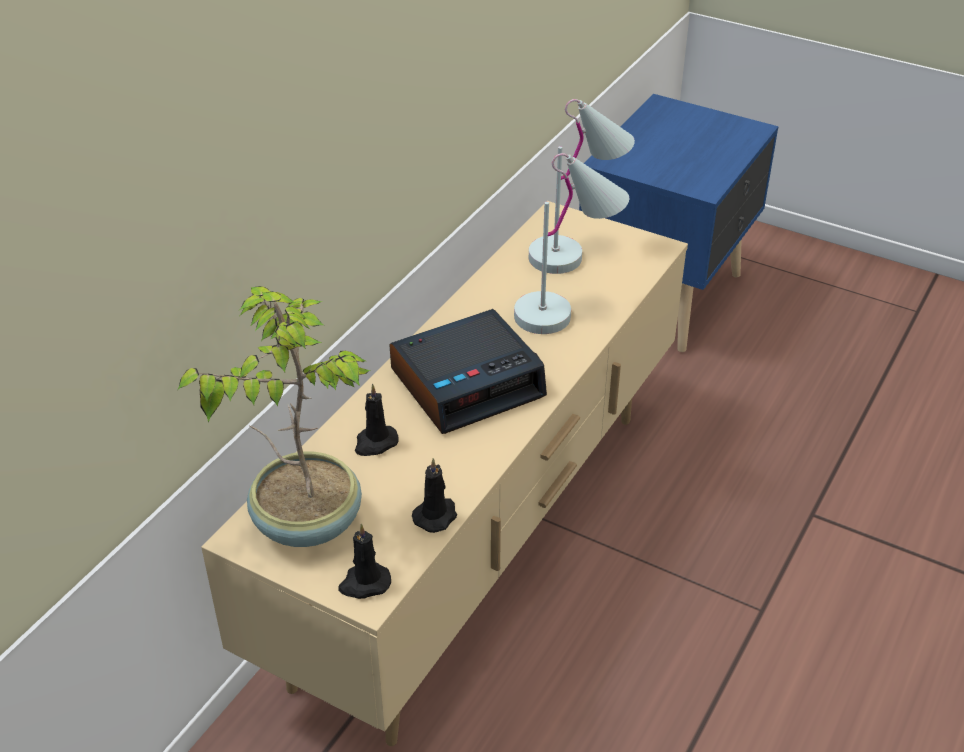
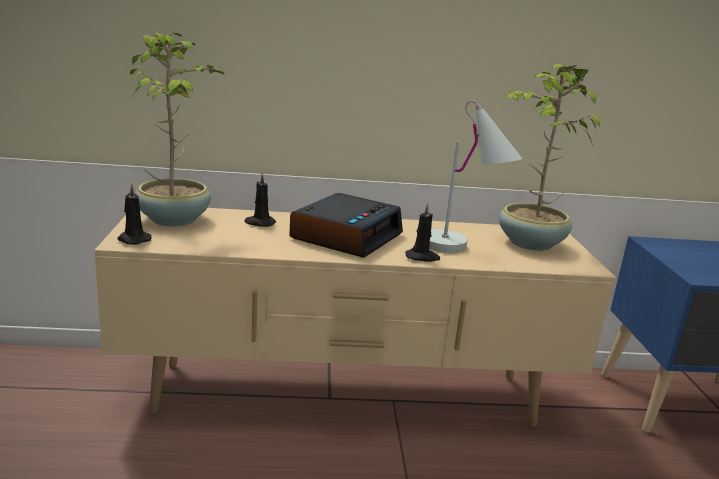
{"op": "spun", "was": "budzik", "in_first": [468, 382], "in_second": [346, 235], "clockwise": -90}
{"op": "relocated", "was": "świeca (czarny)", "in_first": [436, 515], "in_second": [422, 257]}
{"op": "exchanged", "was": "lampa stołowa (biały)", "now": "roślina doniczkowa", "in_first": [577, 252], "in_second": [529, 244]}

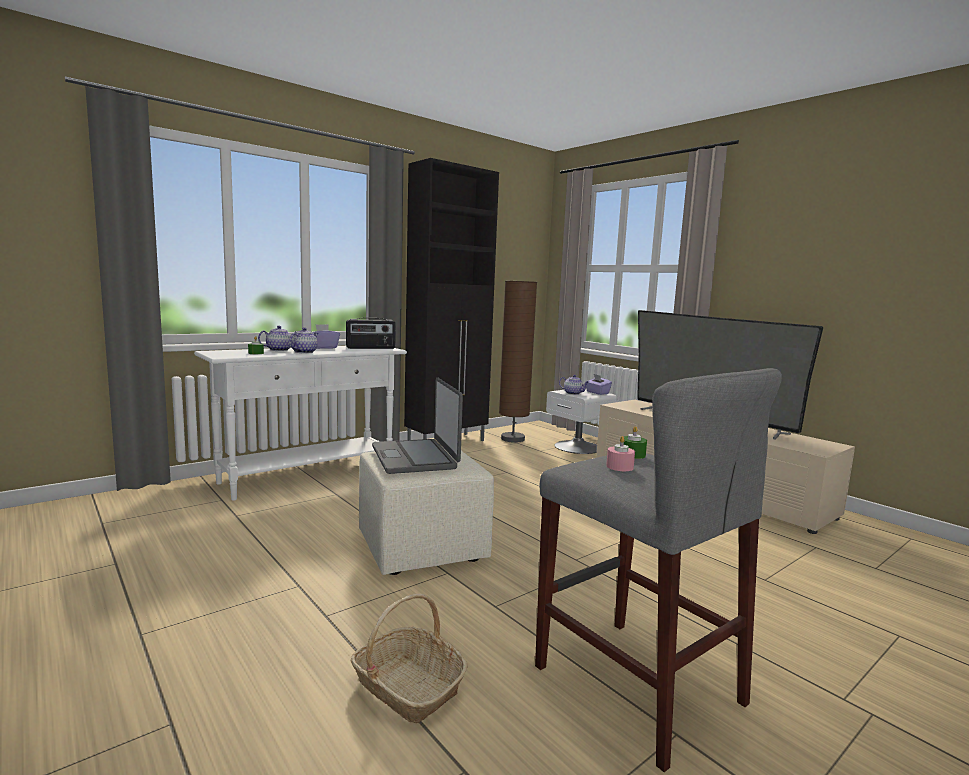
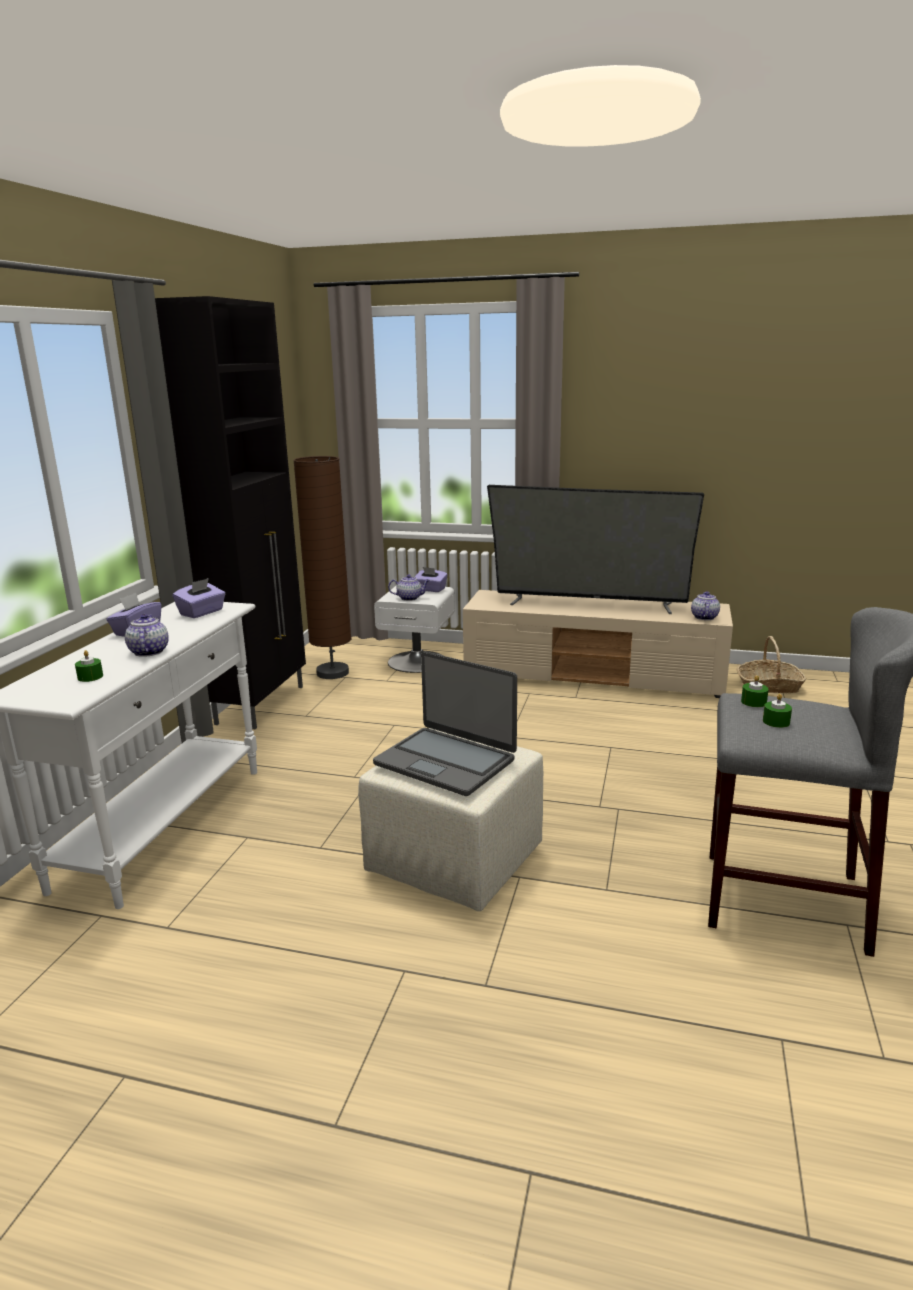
{"op": "relocated", "was": "imbryk", "in_first": [279, 350], "in_second": [704, 617]}
{"op": "exchanged", "was": "radio", "now": "pudełko chusteczek (fioletowy)", "in_first": [370, 348], "in_second": [202, 612]}
{"op": "relocated", "was": "koszyk", "in_first": [407, 686], "in_second": [769, 686]}
{"op": "colour", "was": "świeca (różowy)", "now": "świeca (zielony)", "in_first": [619, 467], "in_second": [776, 722]}

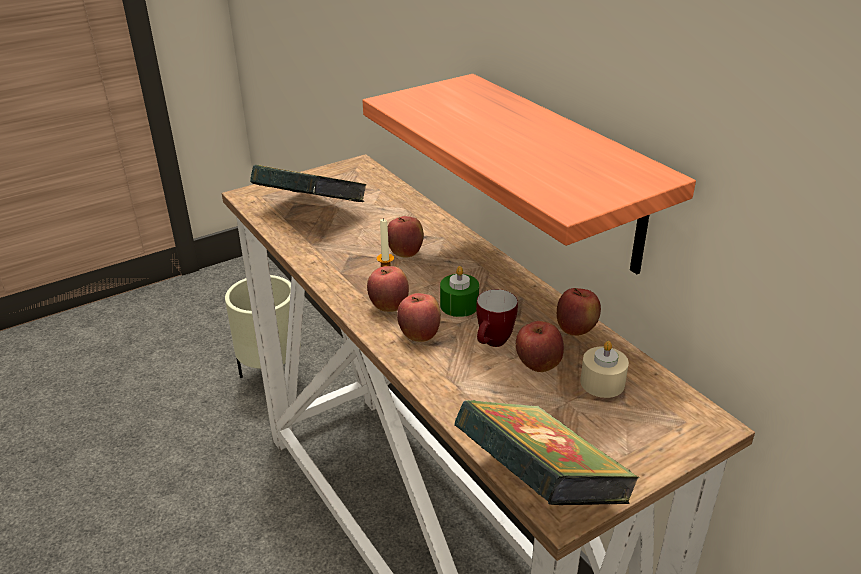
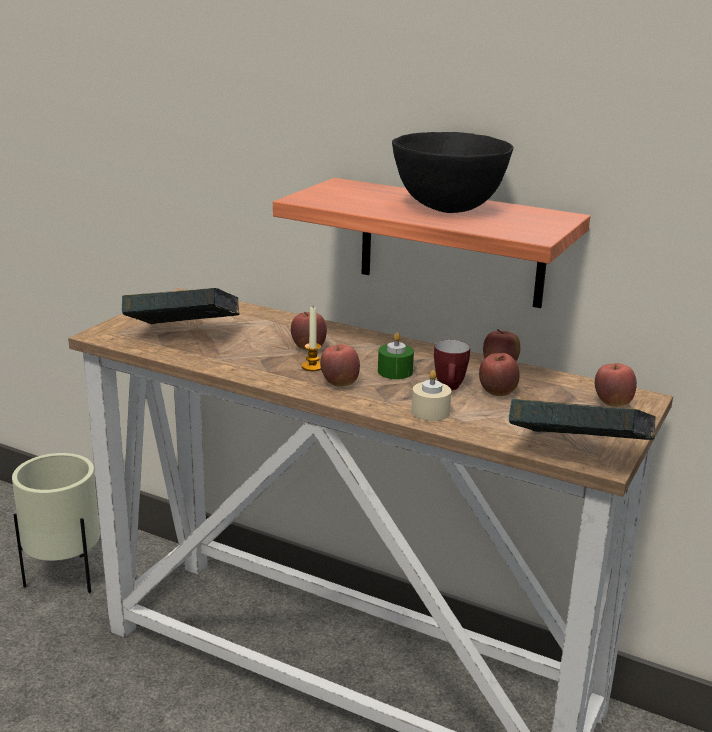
{"op": "relocated", "was": "jabłko", "in_first": [419, 335], "in_second": [612, 403]}
{"op": "relocated", "was": "świeca (beżowy)", "in_first": [602, 383], "in_second": [430, 412]}
{"op": "appeared", "now": "miska (czarny)", "in_second": [449, 209]}

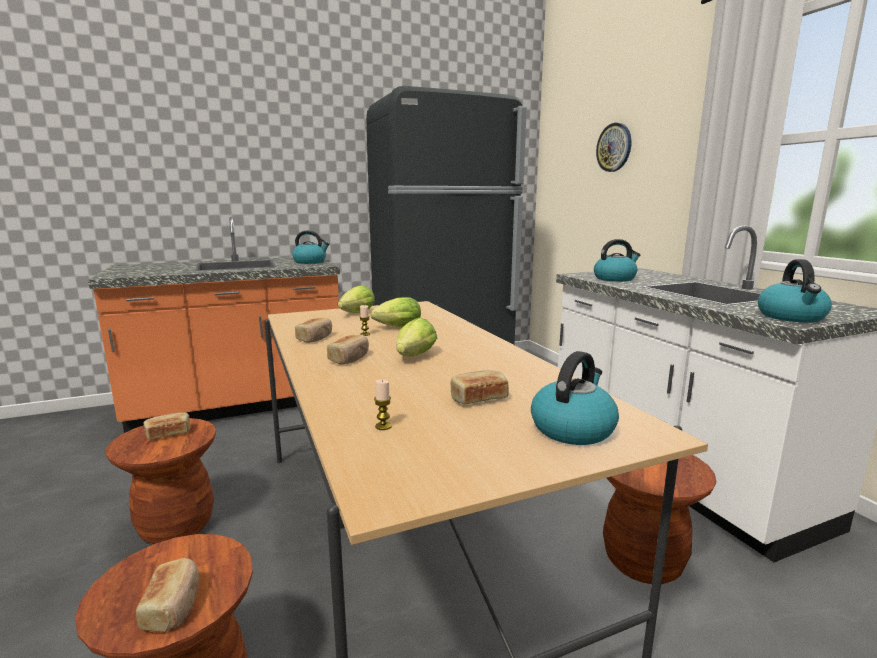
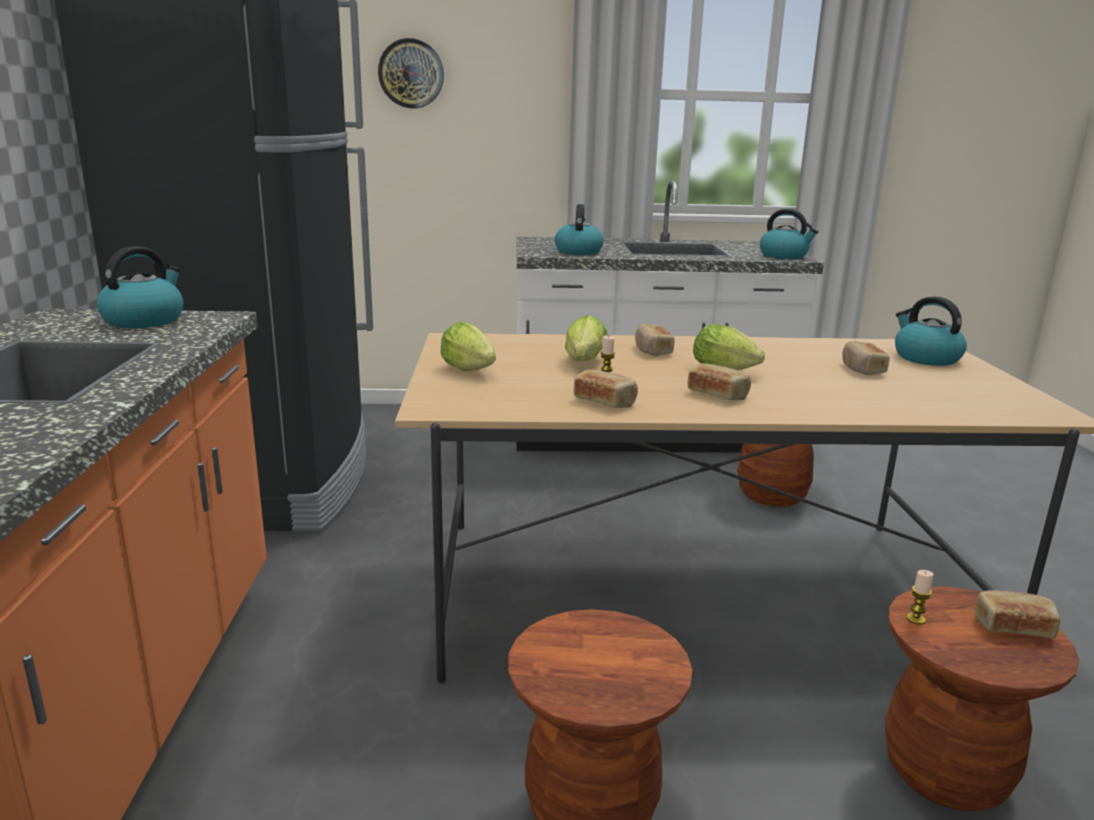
{"op": "relocated", "was": "chleb", "in_first": [168, 434], "in_second": [652, 350]}
{"op": "relocated", "was": "świeca", "in_first": [383, 426], "in_second": [915, 619]}

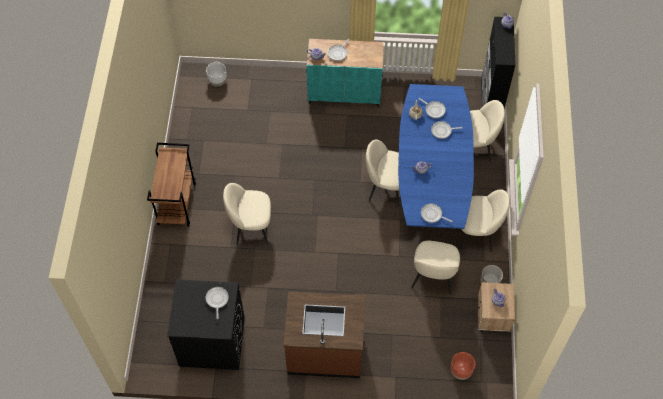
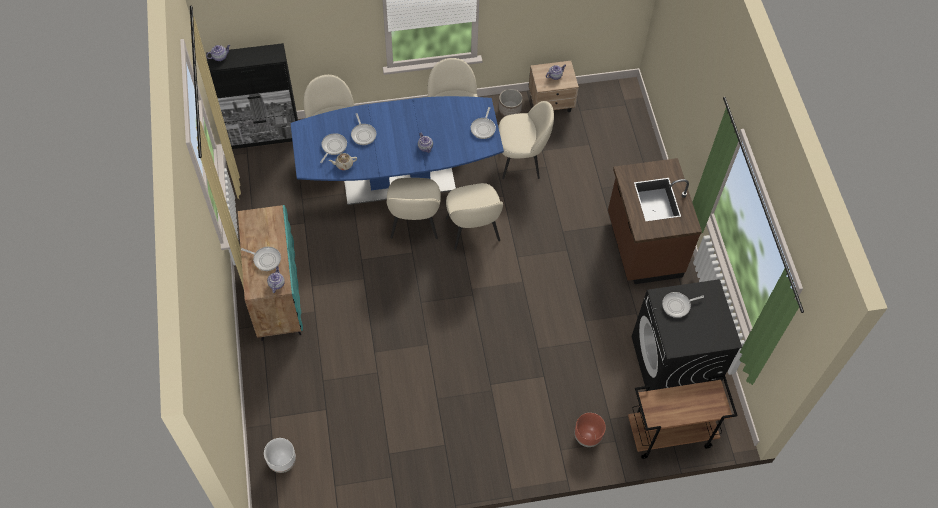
{"op": "relocated", "was": "wózek (brązowy)", "in_first": [176, 203], "in_second": [669, 434]}
{"op": "relocated", "was": "krzesło (beżowy)", "in_first": [251, 227], "in_second": [473, 231]}
{"op": "relocated", "was": "donica (brązowy)", "in_first": [460, 371], "in_second": [587, 437]}

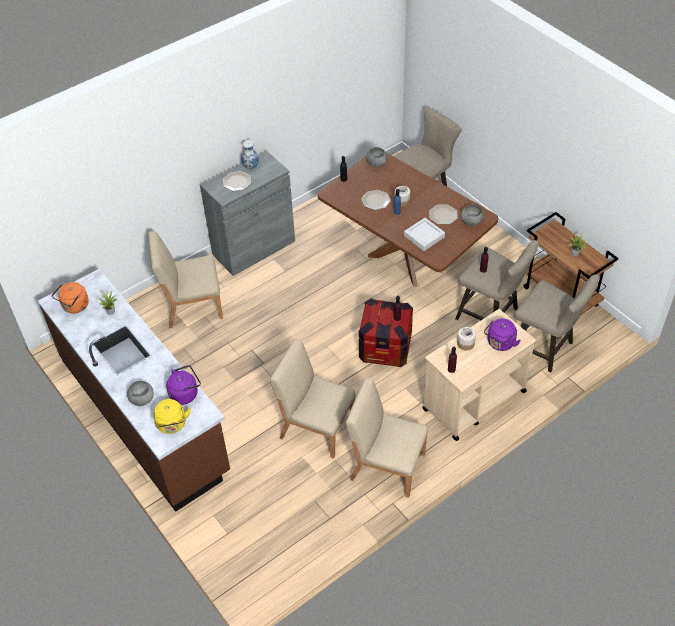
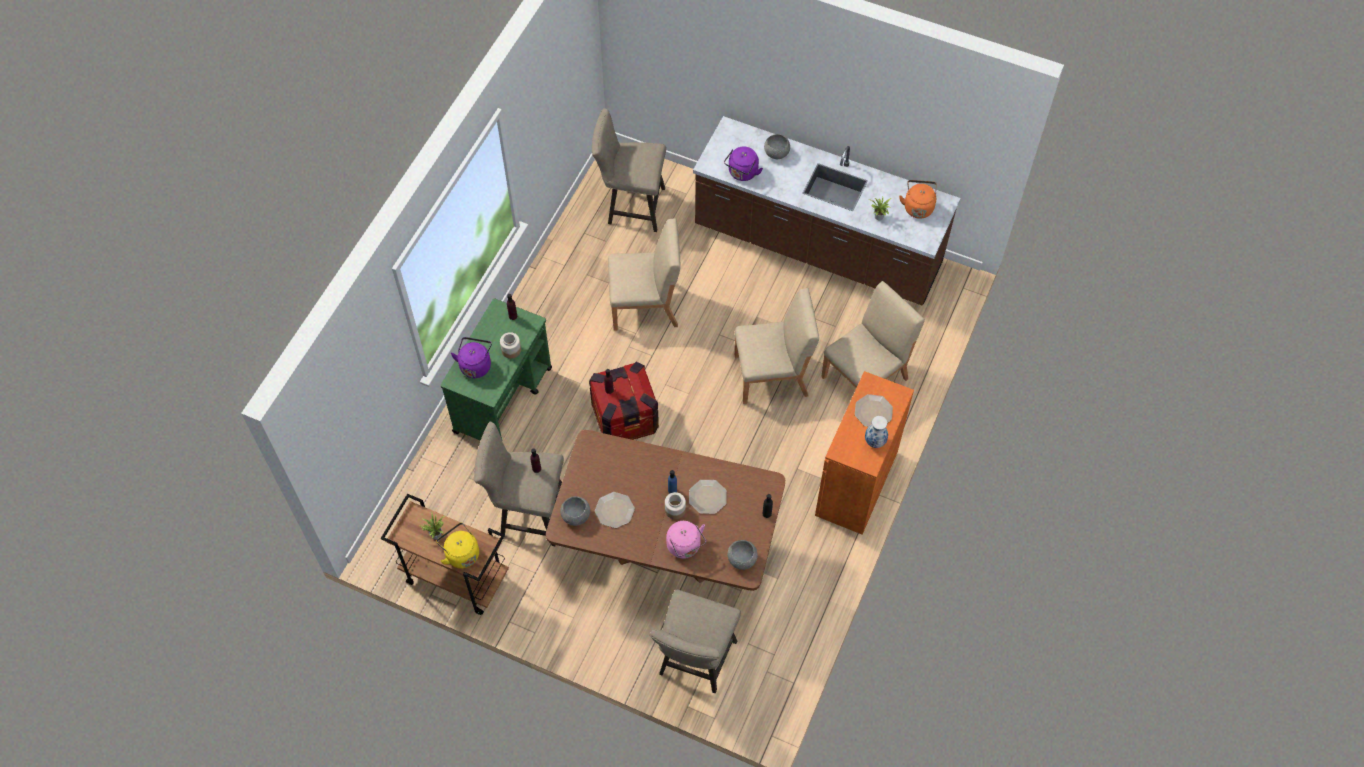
{"op": "relocated", "was": "czajnik (żółty)", "in_first": [172, 425], "in_second": [461, 553]}
{"op": "colour", "was": "szafka (szary)", "now": "szafka (pomarańczowy)", "in_first": [253, 248], "in_second": [856, 483]}
{"op": "relocated", "was": "krzesło (beżowy)", "in_first": [386, 465], "in_second": [772, 375]}
{"op": "missing", "was": "taca (szary)", "in_first": [424, 236]}
{"op": "colour", "was": "wózek (beżowy)", "now": "wózek (zielony)", "in_first": [473, 400], "in_second": [503, 399]}
{"op": "relocated", "was": "stołek (beżowy)", "in_first": [545, 349], "in_second": [631, 206]}
{"op": "appeared", "now": "czajnik (różowy)", "in_second": [685, 547]}

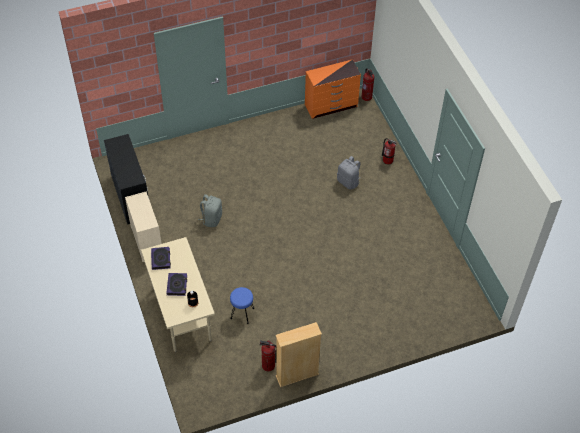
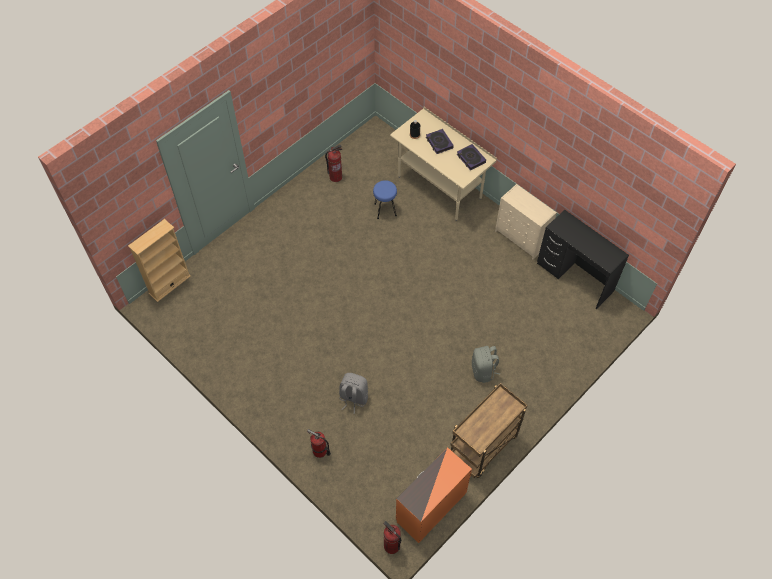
{"op": "relocated", "was": "plecak (szary)", "in_first": [211, 219], "in_second": [483, 371]}
{"op": "relocated", "was": "regał (beżowy)", "in_first": [297, 375], "in_second": [169, 284]}
{"op": "appeared", "now": "wózek (brązowy)", "in_second": [483, 448]}

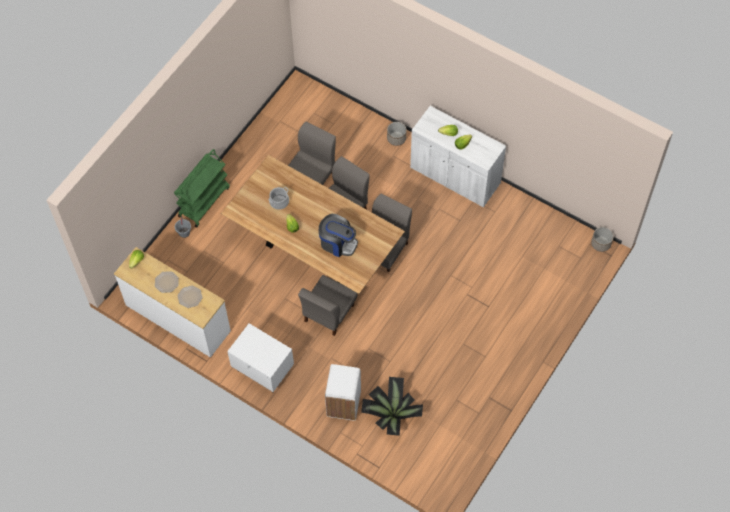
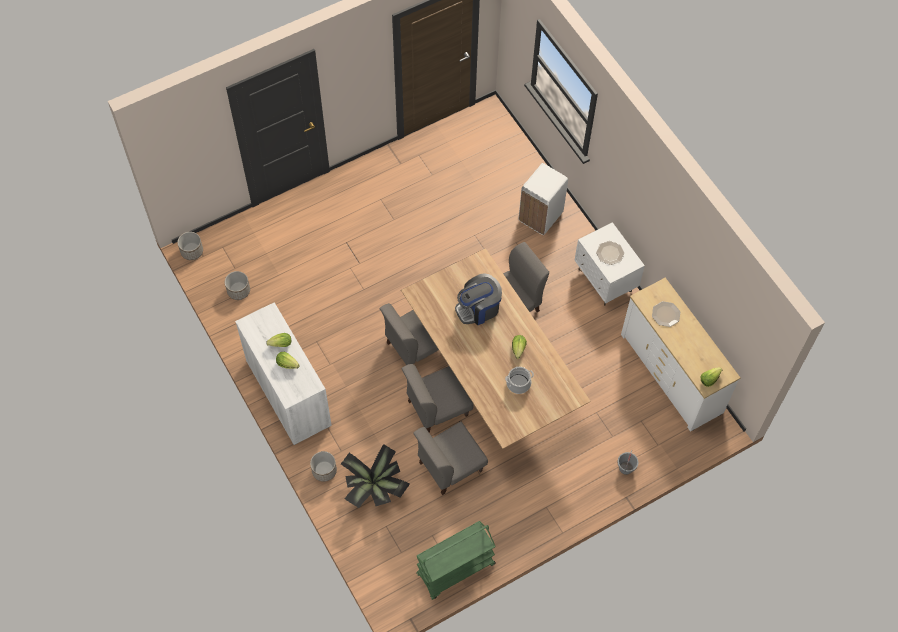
{"op": "relocated", "was": "talerz", "in_first": [166, 282], "in_second": [610, 253]}
{"op": "relocated", "was": "wózek (zielony)", "in_first": [204, 201], "in_second": [455, 570]}
{"op": "spun", "was": "ekspres do kawy", "in_first": [337, 243], "in_second": [478, 309], "clockwise": -75}
{"op": "relocated", "was": "roślina doniczkowa", "in_first": [391, 414], "in_second": [374, 487]}
{"op": "appeared", "now": "donica", "in_second": [238, 290]}

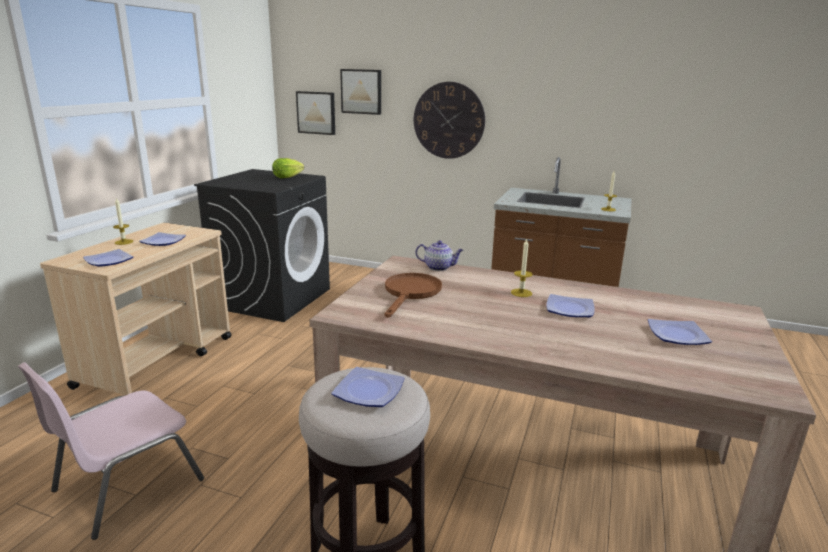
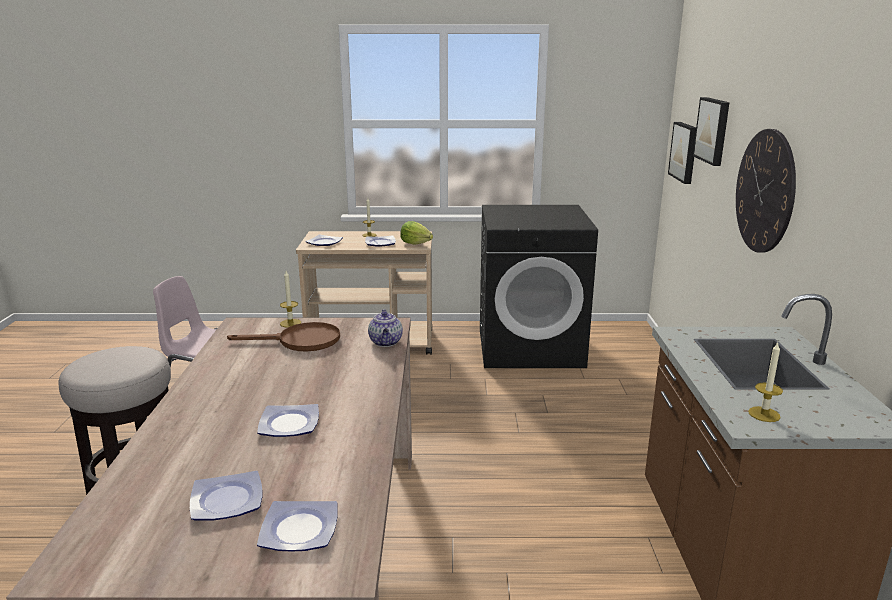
{"op": "relocated", "was": "sałata", "in_first": [287, 177], "in_second": [415, 243]}
{"op": "relocated", "was": "talerz", "in_first": [370, 391], "in_second": [300, 531]}
{"op": "relocated", "was": "świeca", "in_first": [521, 293], "in_second": [290, 323]}

